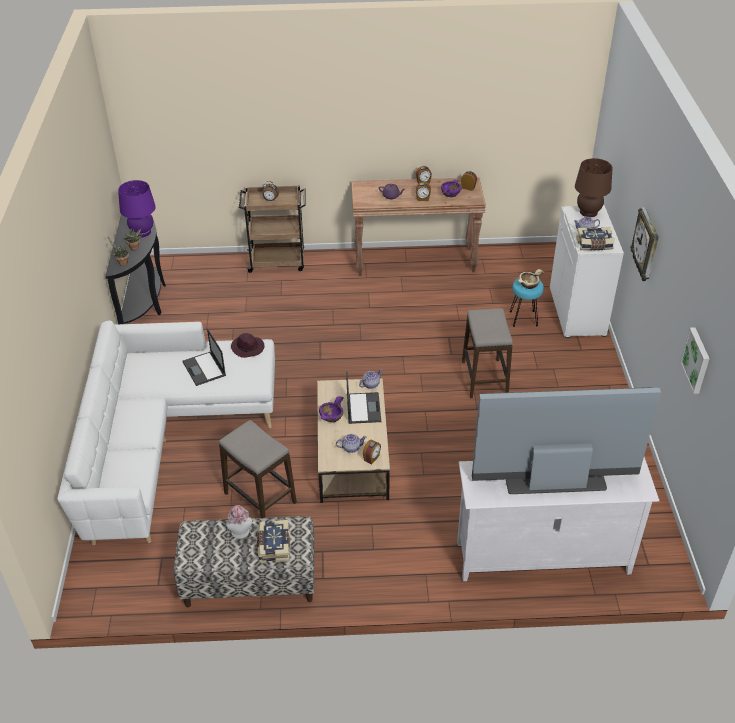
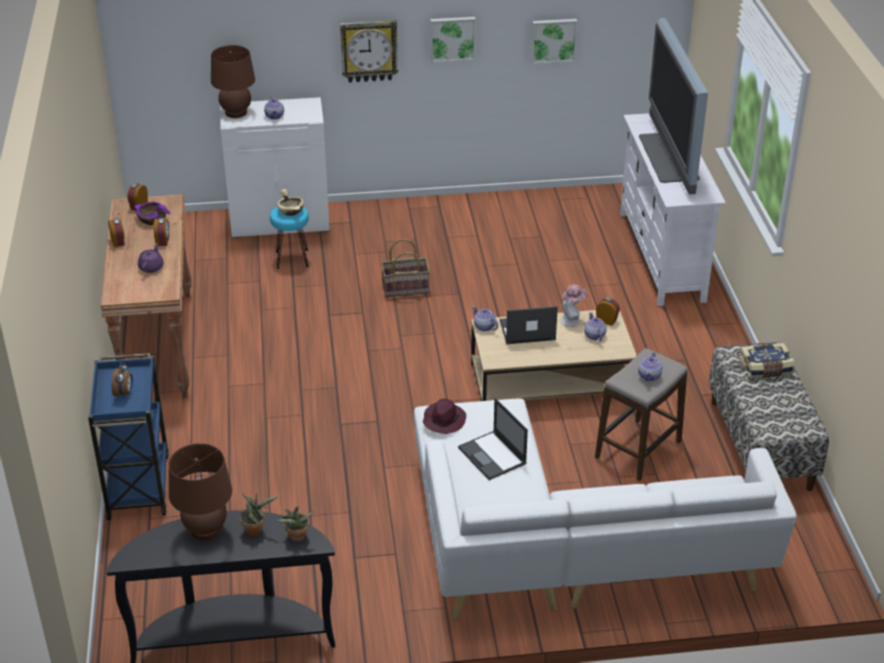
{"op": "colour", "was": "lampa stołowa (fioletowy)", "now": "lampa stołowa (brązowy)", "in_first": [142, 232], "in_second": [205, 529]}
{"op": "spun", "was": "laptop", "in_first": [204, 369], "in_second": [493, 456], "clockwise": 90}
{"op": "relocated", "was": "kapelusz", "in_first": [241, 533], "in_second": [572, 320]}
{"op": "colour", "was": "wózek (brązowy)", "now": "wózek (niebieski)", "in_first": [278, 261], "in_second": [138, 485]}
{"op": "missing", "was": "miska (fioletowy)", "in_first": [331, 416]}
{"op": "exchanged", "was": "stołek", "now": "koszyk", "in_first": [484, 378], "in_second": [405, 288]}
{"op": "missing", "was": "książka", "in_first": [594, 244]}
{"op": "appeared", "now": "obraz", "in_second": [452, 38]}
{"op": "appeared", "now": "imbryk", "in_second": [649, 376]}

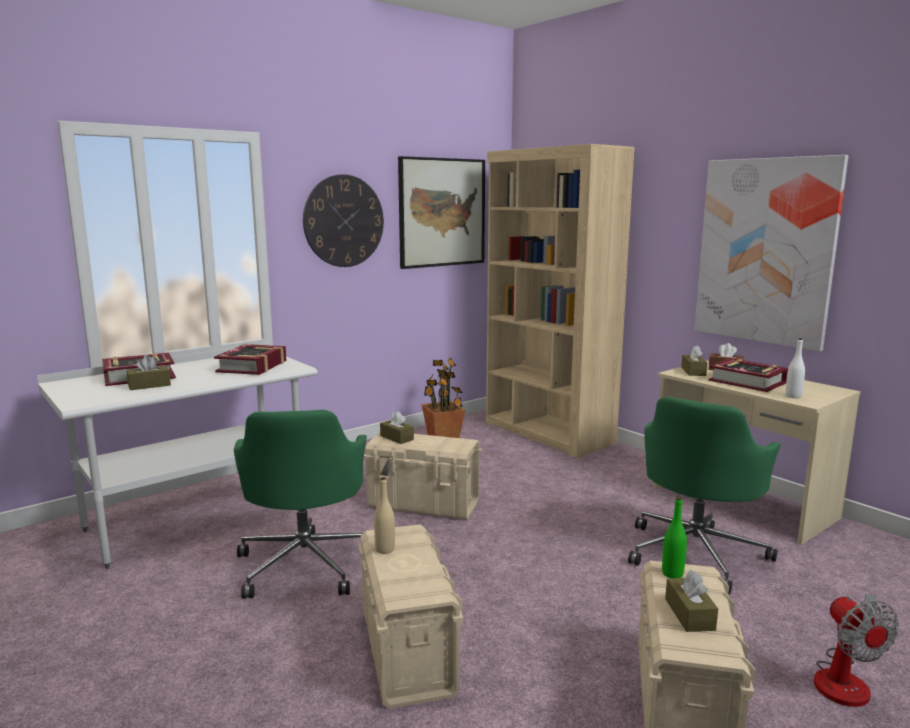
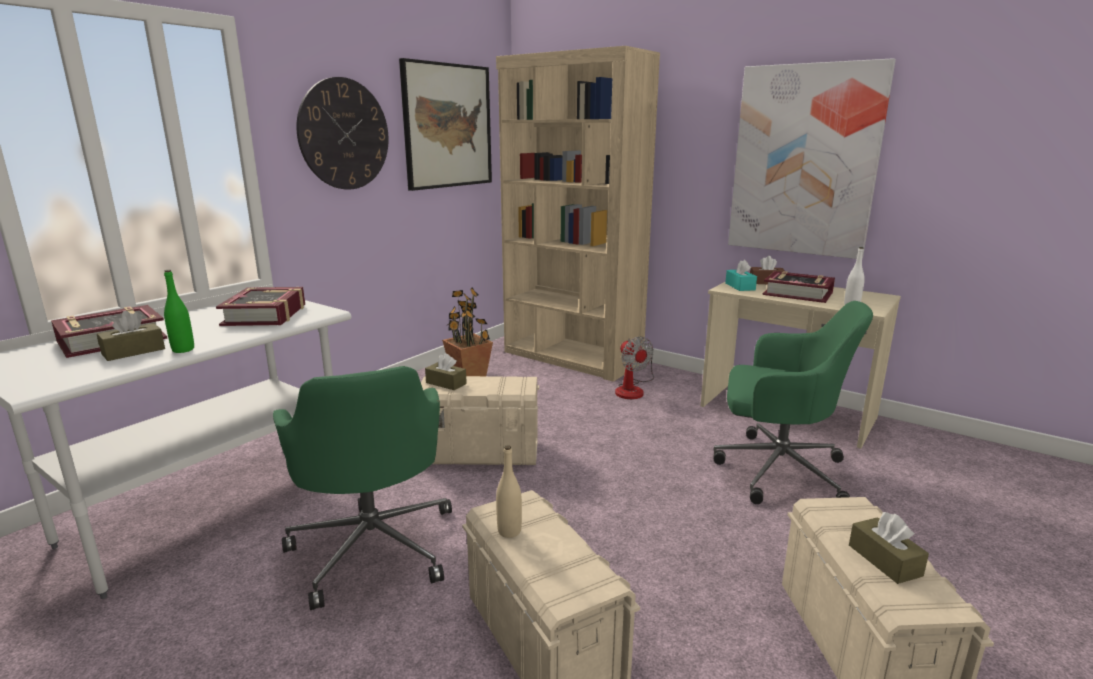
{"op": "spun", "was": "krzesło biurowe (zielony)", "in_first": [696, 552], "in_second": [776, 470], "clockwise": -90}
{"op": "relocated", "was": "butelka (zielony)", "in_first": [672, 574], "in_second": [183, 350]}
{"op": "colour", "was": "pudełko chusteczek (brązowy)", "now": "pudełko chusteczek (turkusowy)", "in_first": [693, 371], "in_second": [740, 286]}
{"op": "relocated", "was": "wentylator", "in_first": [846, 679], "in_second": [633, 389]}

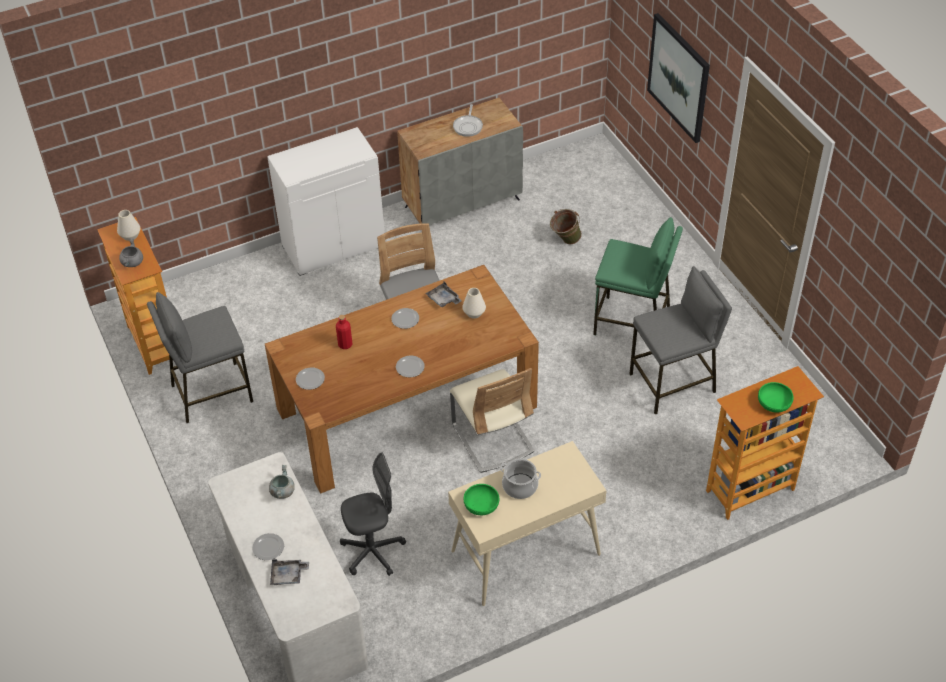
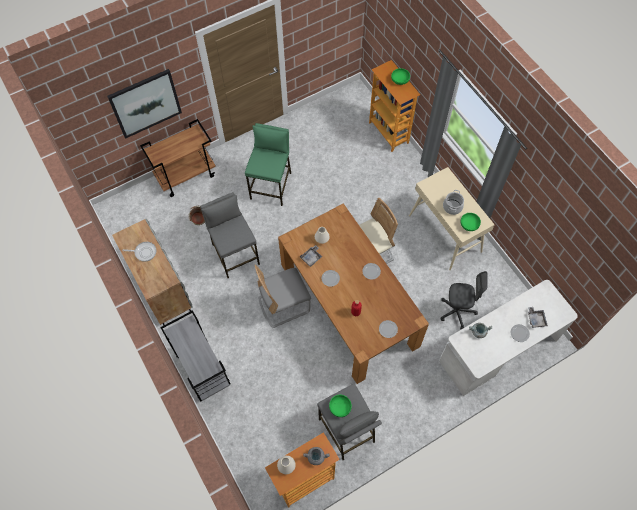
{"op": "exchanged", "was": "szafka (biały)", "now": "wózek (szary)", "in_first": [334, 245], "in_second": [202, 369]}
{"op": "spun", "was": "krzesło biurowe (szary)", "in_first": [372, 552], "in_second": [457, 311], "clockwise": 120}
{"op": "relocated", "was": "stołek (szary)", "in_first": [673, 384], "in_second": [235, 254]}
{"op": "appeared", "now": "wózek (brązowy)", "in_second": [186, 175]}
{"op": "appeared", "now": "miska (zielony)", "in_second": [340, 407]}

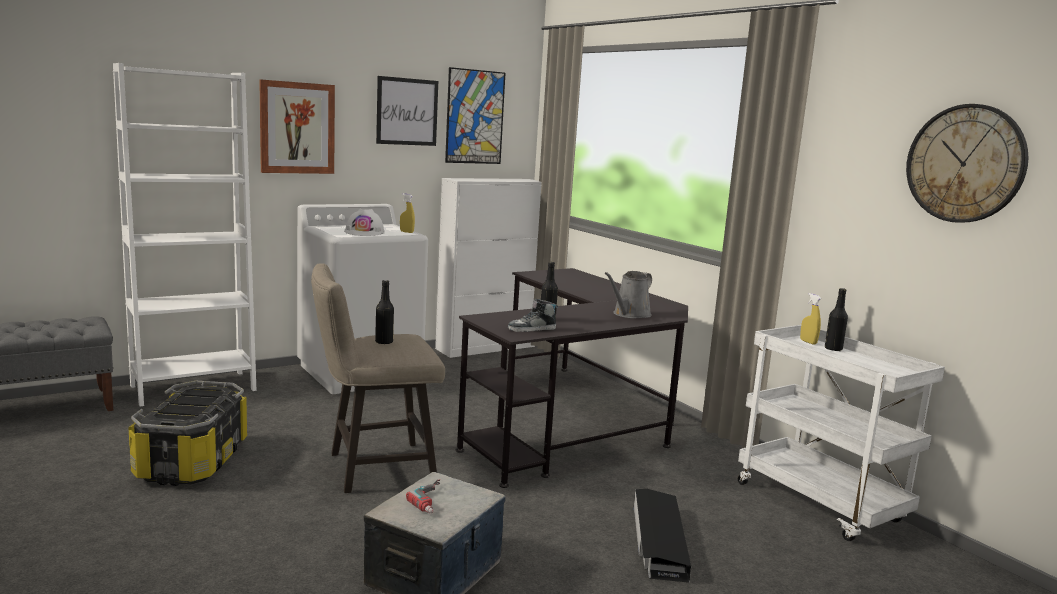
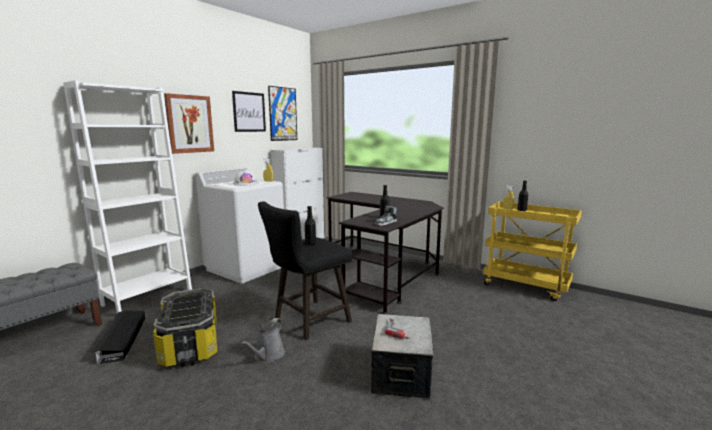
{"op": "colour", "was": "stołek (beżowy)", "now": "stołek (czarny)", "in_first": [373, 469], "in_second": [307, 321]}
{"op": "relocated", "was": "konewka (szary)", "in_first": [629, 314], "in_second": [268, 356]}
{"op": "relocated", "was": "pojemnik do przechowywania (czarny)", "in_first": [658, 542], "in_second": [121, 340]}
{"op": "colour", "was": "wózek (biały)", "now": "wózek (żółty)", "in_first": [821, 504], "in_second": [526, 286]}
{"op": "missing", "was": "zegar ścienny", "in_first": [965, 163]}

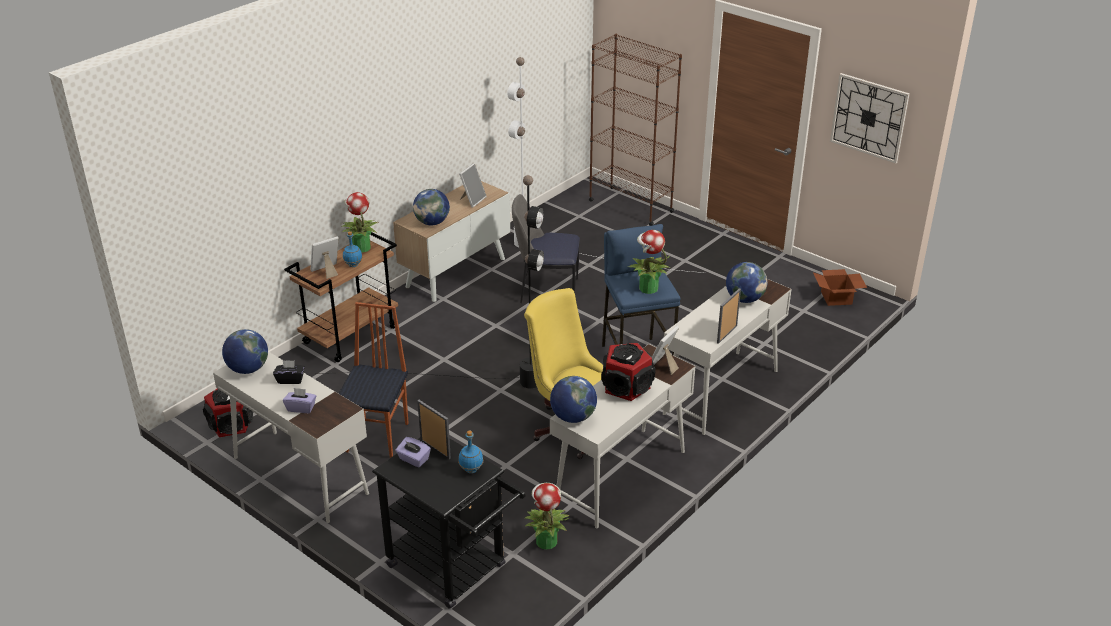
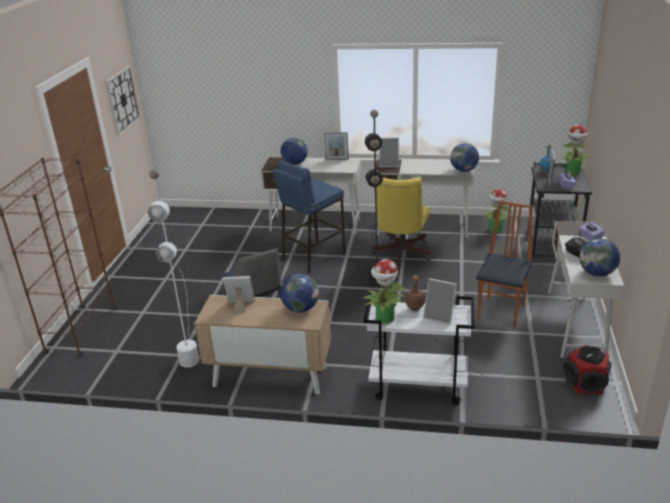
{"op": "colour", "was": "wózek (brązowy)", "now": "wózek (biały)", "in_first": [350, 334], "in_second": [417, 386]}
{"op": "spun", "was": "krzesło", "in_first": [379, 437], "in_second": [502, 312], "clockwise": 135}
{"op": "colour", "was": "butelka (niebieski)", "now": "butelka (brązowy)", "in_first": [353, 265], "in_second": [414, 309]}
{"op": "missing", "was": "głośnik", "in_first": [627, 387]}
{"op": "relocated", "was": "roślina doniczkowa", "in_first": [647, 288], "in_second": [573, 172]}
{"op": "missing", "was": "karton", "in_first": [837, 298]}

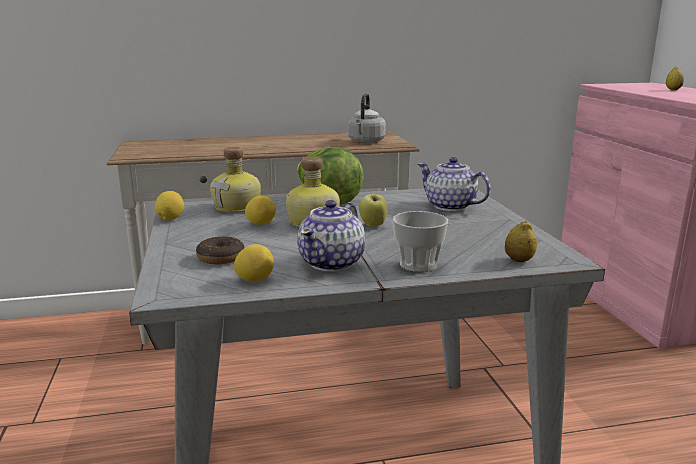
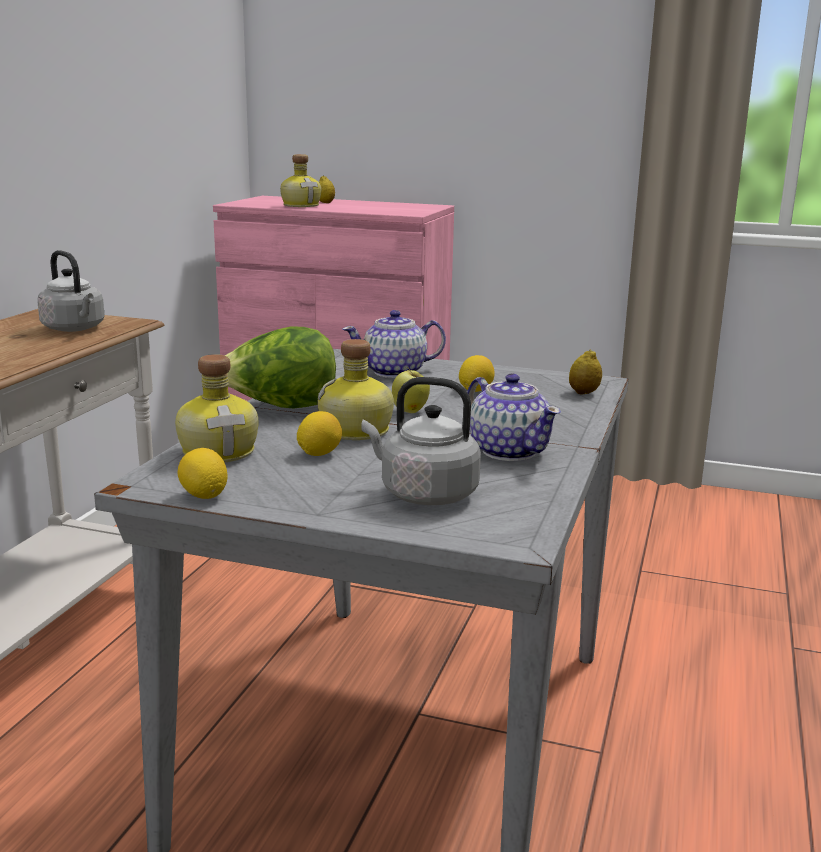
{"op": "exchanged", "was": "donut", "now": "czajnik (szary)", "in_first": [221, 257], "in_second": [424, 494]}
{"op": "relocated", "was": "cytryna", "in_first": [255, 280], "in_second": [475, 390]}
{"op": "missing", "was": "filiżanka", "in_first": [418, 265]}
{"op": "appeared", "now": "butelka", "in_second": [301, 205]}

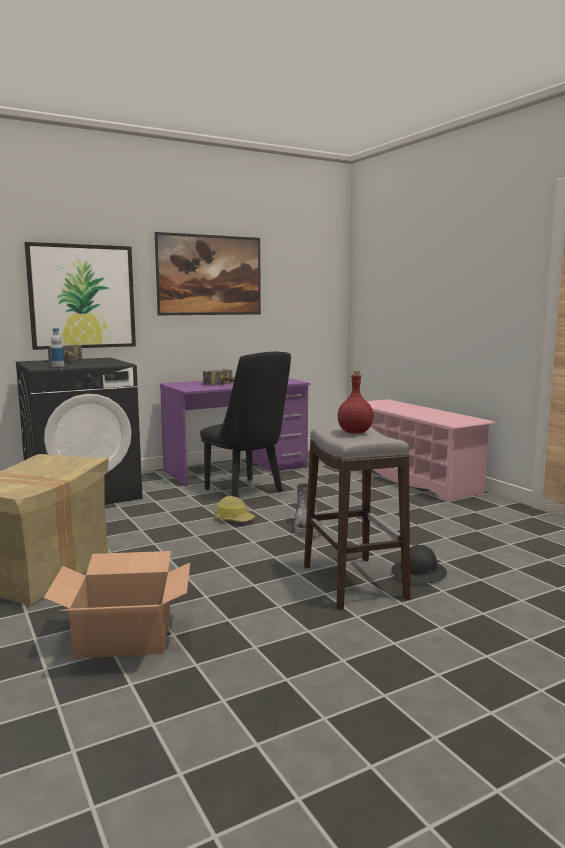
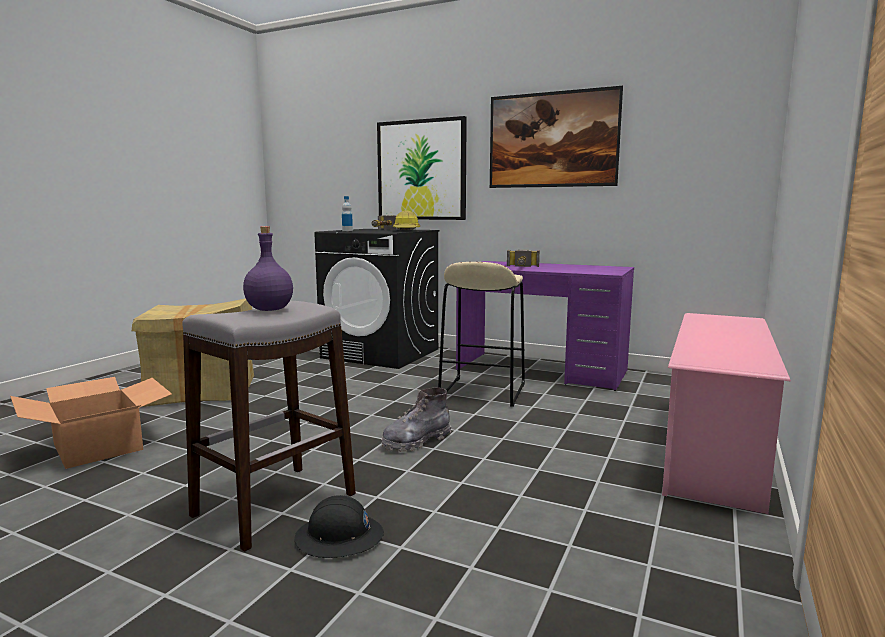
{"op": "exchanged", "was": "krzesło (czarny)", "now": "stołek (beżowy)", "in_first": [247, 492], "in_second": [482, 392]}
{"op": "relocated", "was": "kask", "in_first": [234, 519], "in_second": [406, 230]}
{"op": "colour", "was": "butelka (czerwony)", "now": "butelka (fioletowy)", "in_first": [355, 432], "in_second": [269, 310]}

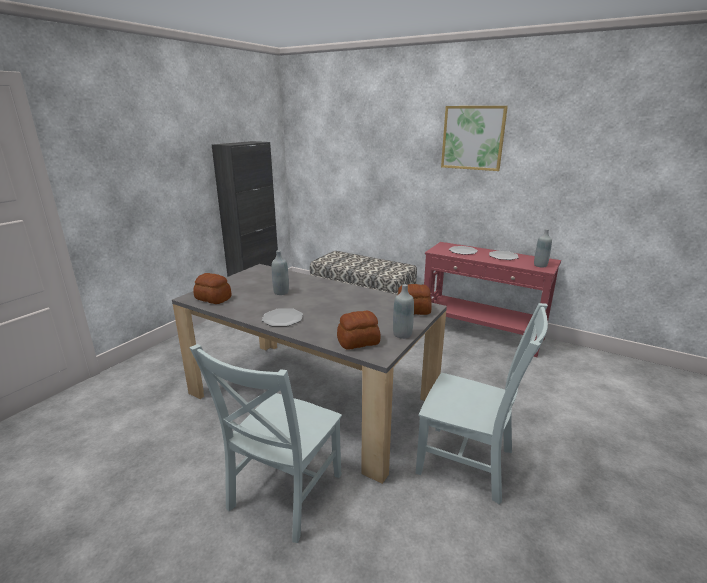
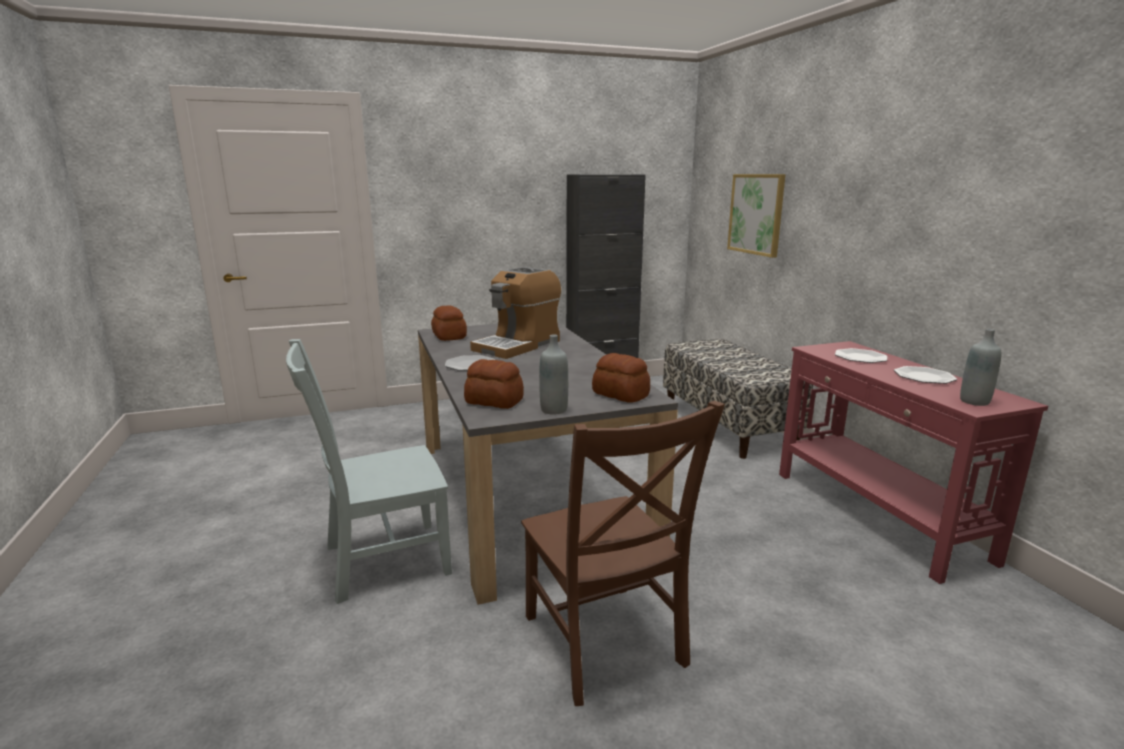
{"op": "exchanged", "was": "butelka (szary)", "now": "ekspres do kawy", "in_first": [281, 292], "in_second": [518, 345]}
{"op": "colour", "was": "krzesło (szary)", "now": "krzesło (brązowy)", "in_first": [469, 463], "in_second": [605, 645]}
{"op": "relocated", "was": "obraz", "in_first": [473, 138], "in_second": [756, 214]}

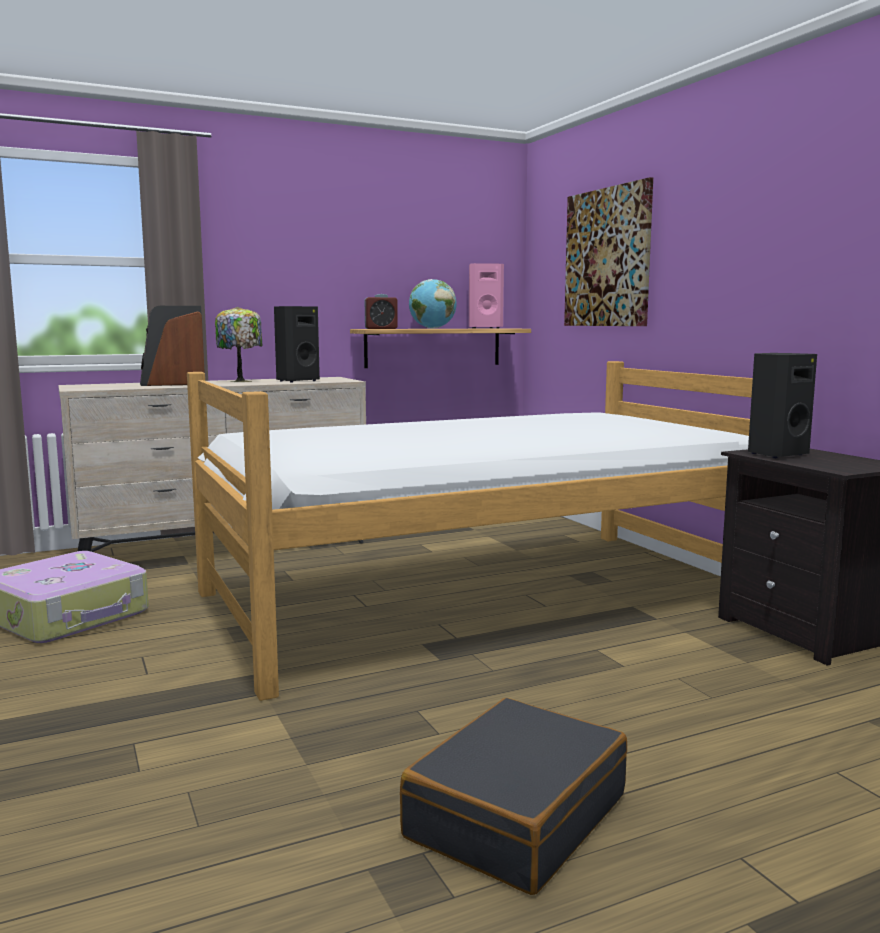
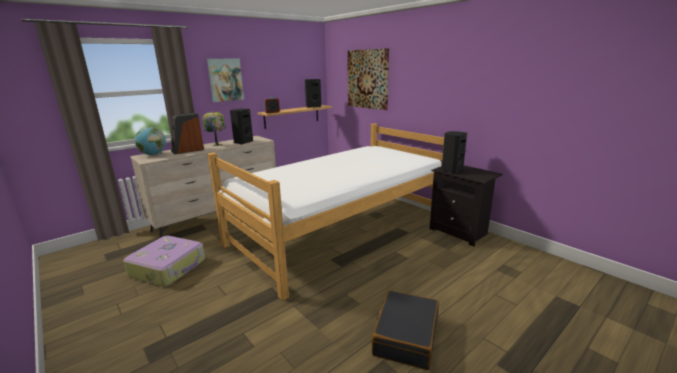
{"op": "relocated", "was": "globus", "in_first": [432, 328], "in_second": [153, 154]}
{"op": "colour", "was": "głośnik (różowy)", "now": "głośnik (czarny)", "in_first": [484, 328], "in_second": [313, 107]}
{"op": "appeared", "now": "obraz", "in_second": [225, 80]}

